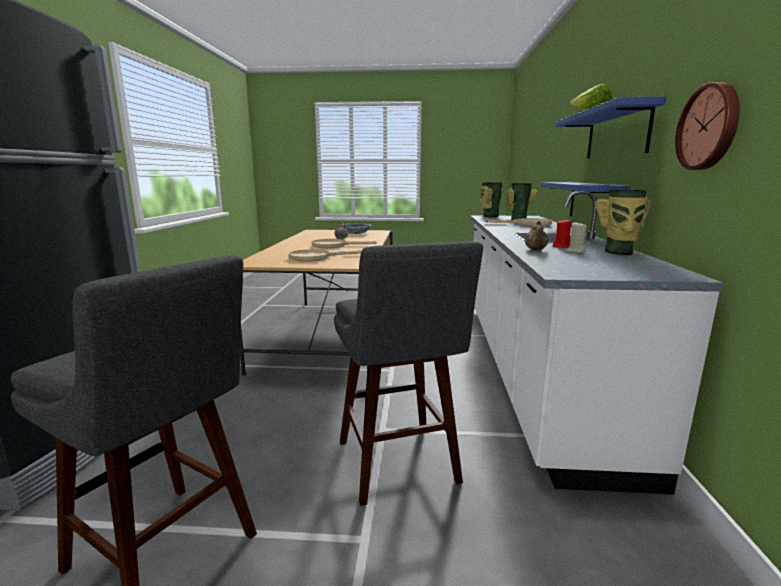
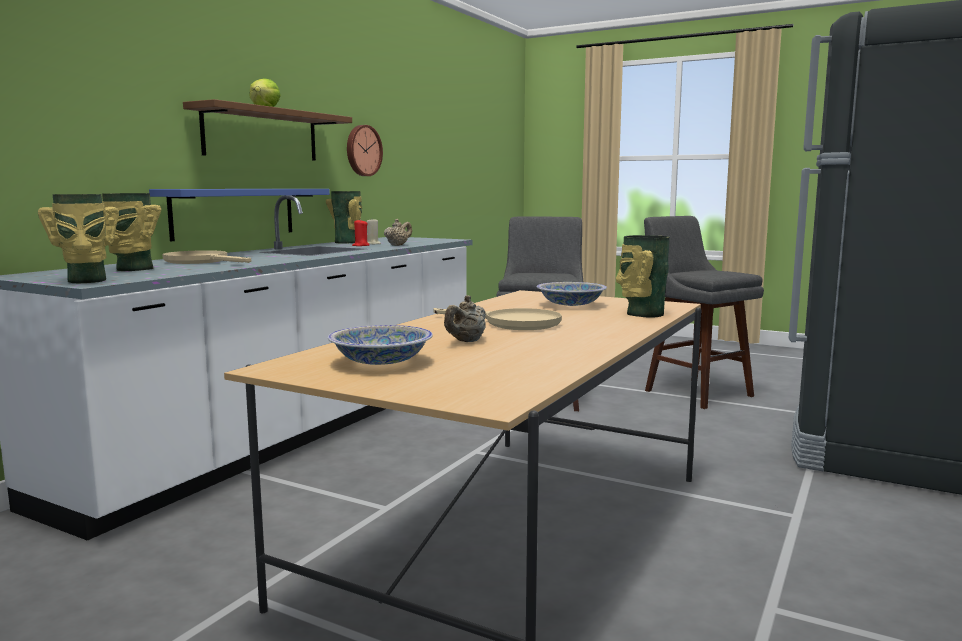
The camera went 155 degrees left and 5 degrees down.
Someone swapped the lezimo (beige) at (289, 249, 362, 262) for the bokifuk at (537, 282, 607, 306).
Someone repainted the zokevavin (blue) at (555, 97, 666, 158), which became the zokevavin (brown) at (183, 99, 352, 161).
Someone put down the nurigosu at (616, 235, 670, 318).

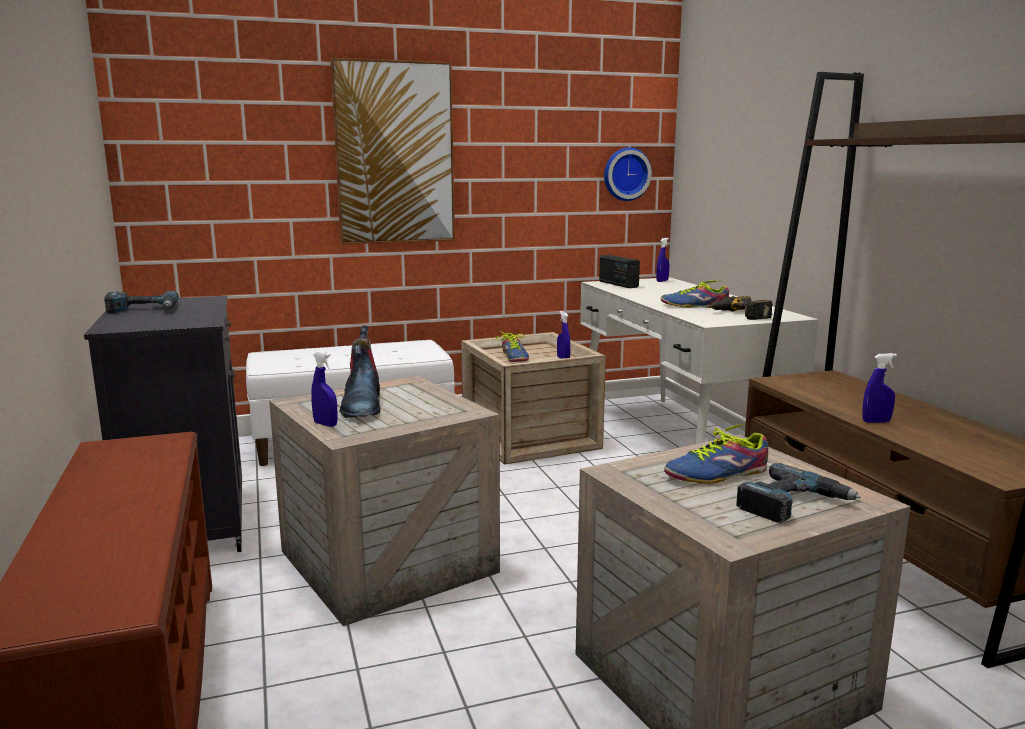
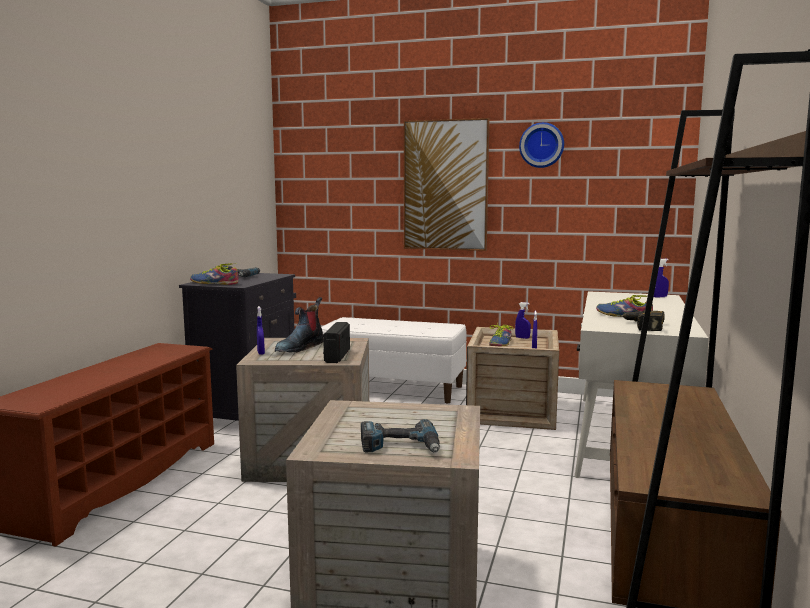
The camera went 35 degrees right and 5 degrees down.
Someone carried the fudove from (599, 255, 640, 288) to (323, 322, 350, 363).
Someone carried the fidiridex from (604, 147, 652, 201) to (519, 122, 564, 168).
Someone carried the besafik from (664, 423, 768, 484) to (190, 263, 238, 285).
Someone carried the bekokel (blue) from (862, 353, 897, 423) to (515, 302, 531, 339).

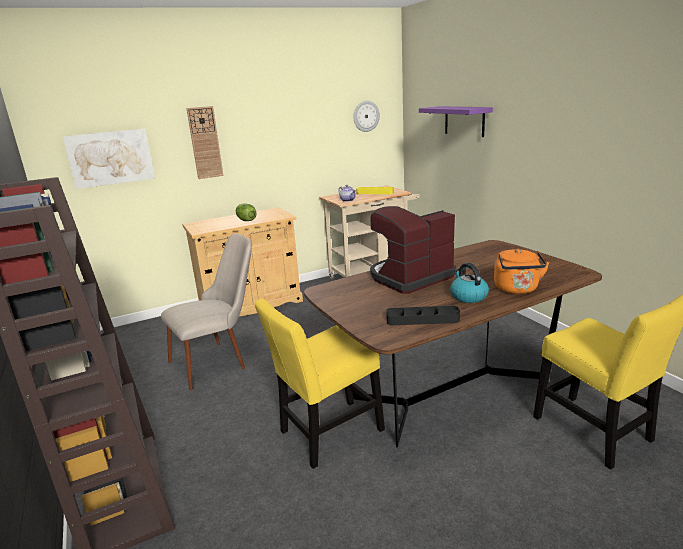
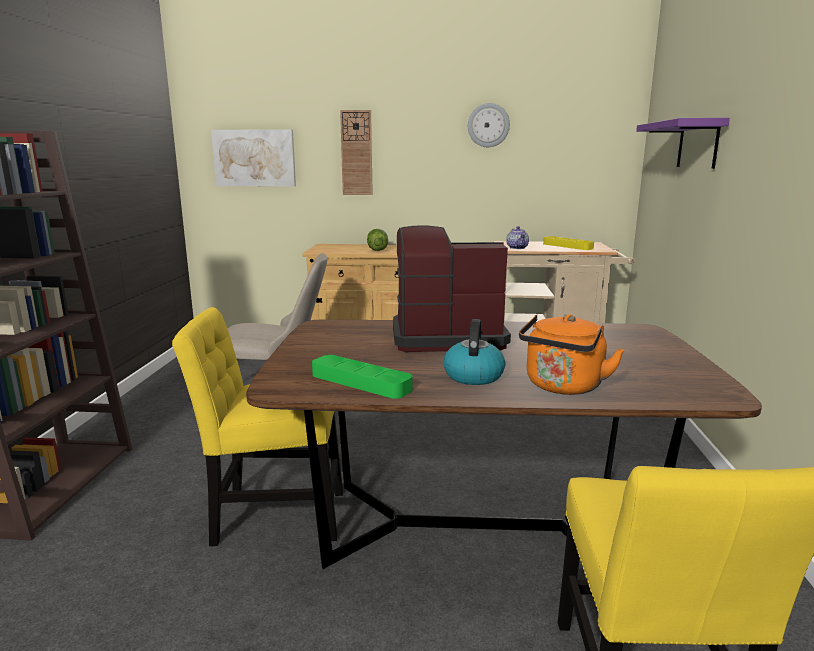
The camera went 30 degrees right and 5 degrees down.
Someone carried the fidiridex from (353, 101, 380, 132) to (468, 103, 510, 147).
Someone repainted the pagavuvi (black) at (386, 306, 460, 325), which became the pagavuvi (green) at (312, 355, 413, 399).

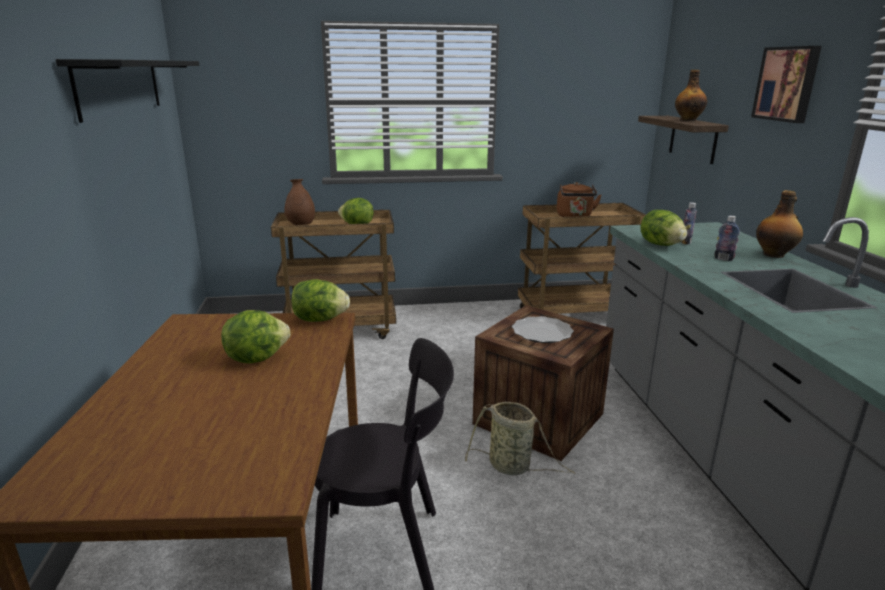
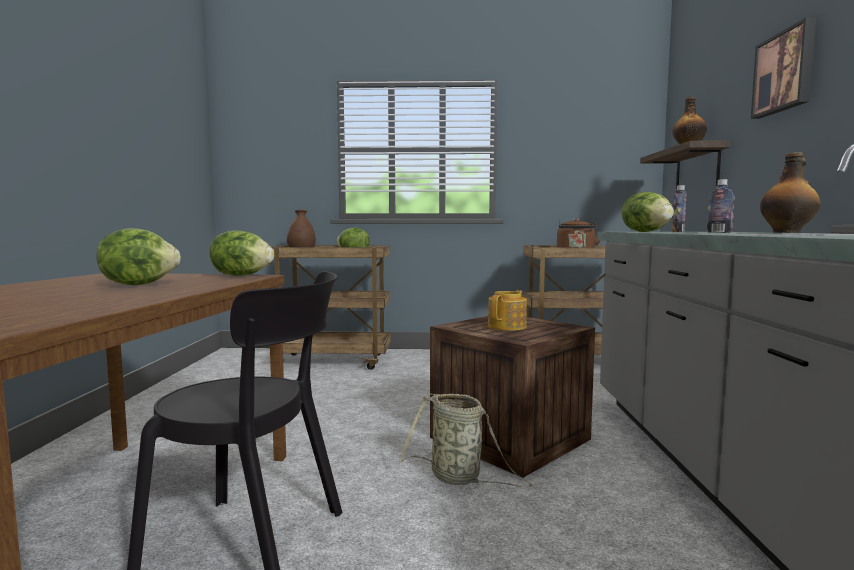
The camera went 10 degrees right and 15 degrees down.
Someone took away the zokevavin (black) at (56, 59, 199, 123).
Someone swapped the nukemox at (512, 316, 574, 343) for the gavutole at (488, 290, 527, 331).

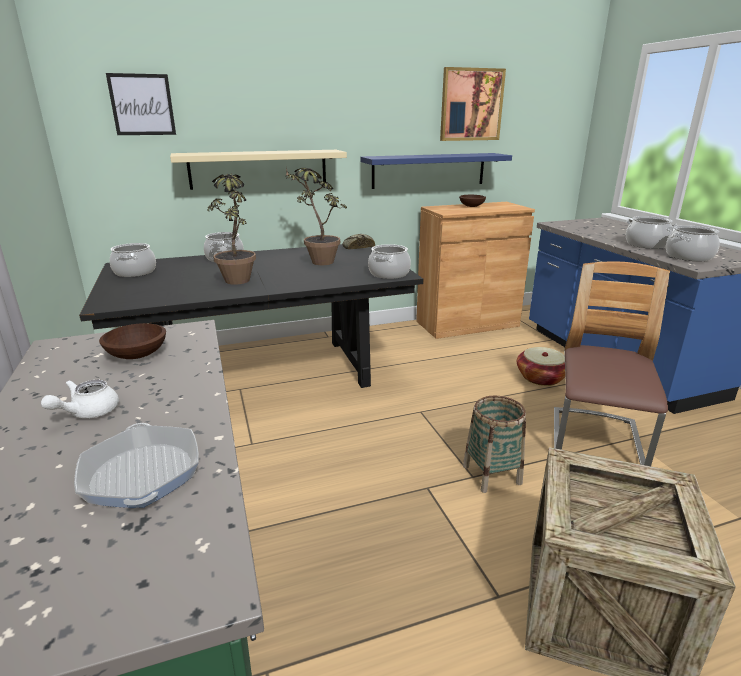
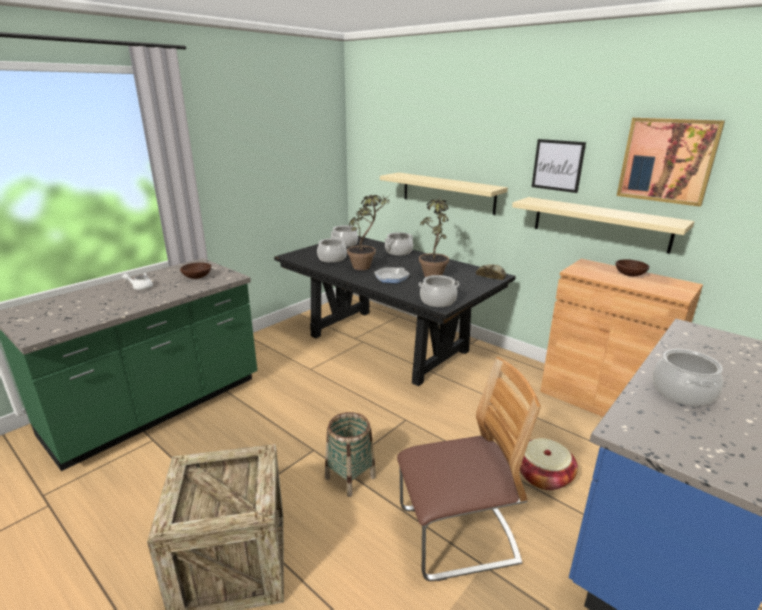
The camera went 60 degrees right and 0 degrees up.
Someone carried the lezimo from (74, 423, 199, 508) to (374, 267, 409, 283).
Someone carried the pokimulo from (106, 73, 176, 135) to (532, 139, 586, 193).
Someone repainted the zokevavin (blue) at (361, 153, 512, 189), which became the zokevavin (beige) at (512, 197, 695, 254).
Someone carried the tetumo from (666, 225, 720, 261) to (317, 238, 347, 263).

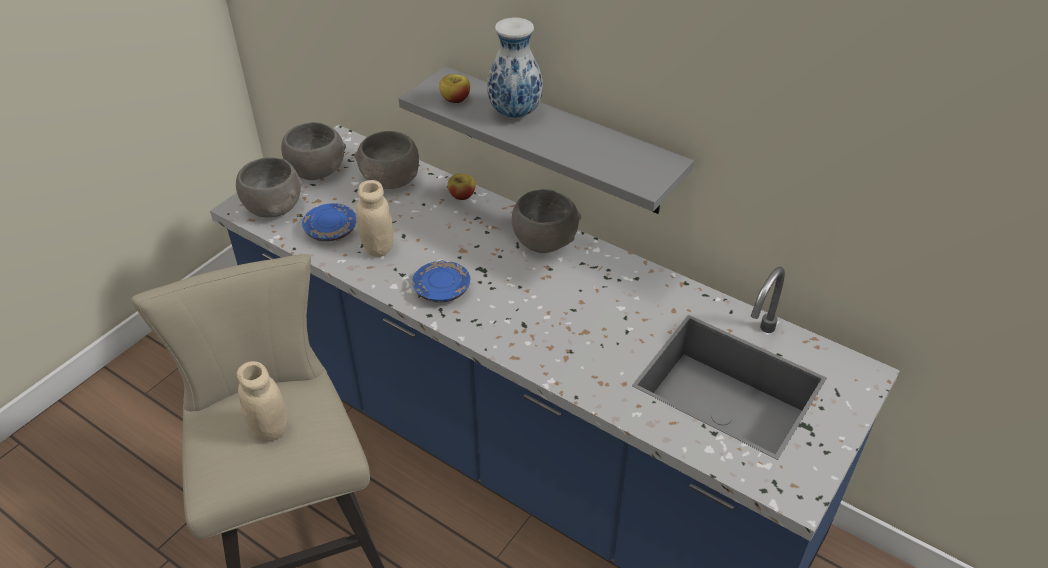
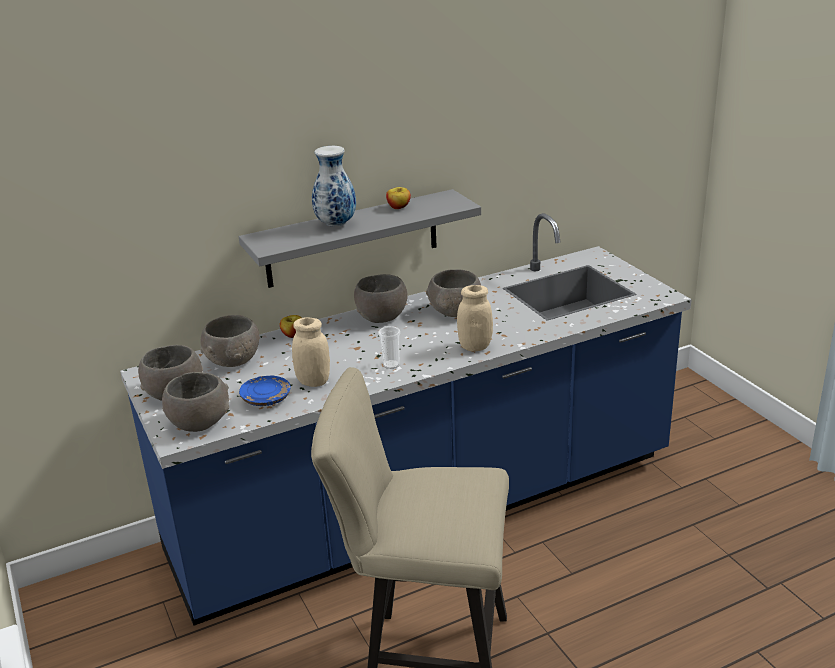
The camera went 60 degrees left and 15 degrees down.
Someone carried the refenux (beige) from (237, 361, 287, 441) to (457, 285, 493, 351).
Someone swapped the nukemox (blue) at (413, 261, 470, 302) for the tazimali at (378, 326, 400, 369).
Someone carried the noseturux from (439, 74, 470, 103) to (386, 187, 411, 209).
Someone put down the bokifuk (grey) at (426, 269, 481, 317).

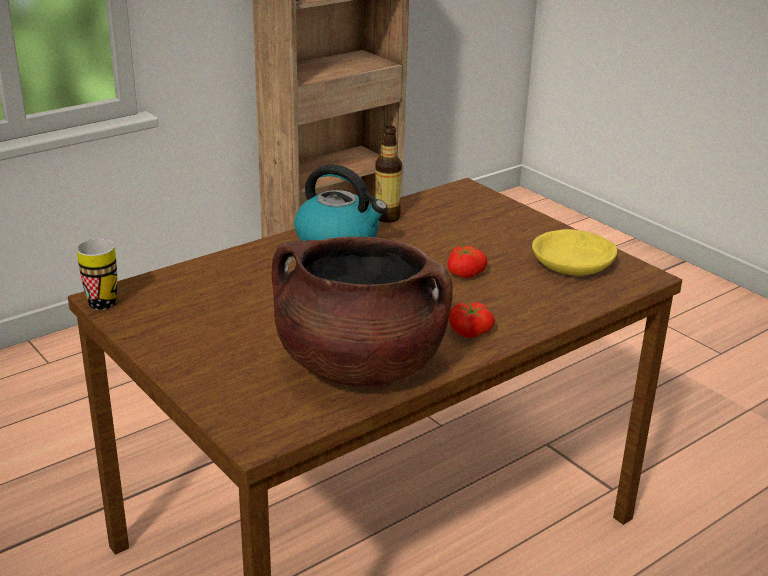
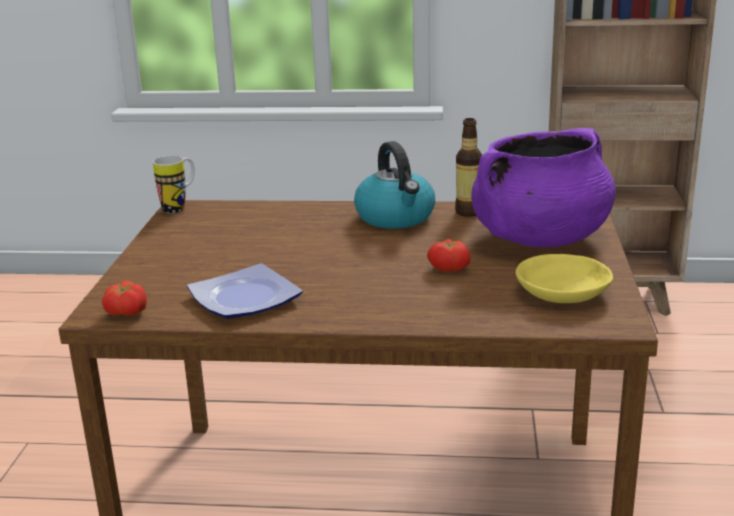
The camera went 45 degrees right and 5 degrees down.
Someone swapped the tetumo (brown) at (272, 237, 453, 386) for the nukemox at (187, 263, 303, 319).
Someone carried the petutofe from (449, 302, 495, 338) to (102, 281, 147, 316).
Someone put down the tetumo (purple) at (471, 128, 616, 247).

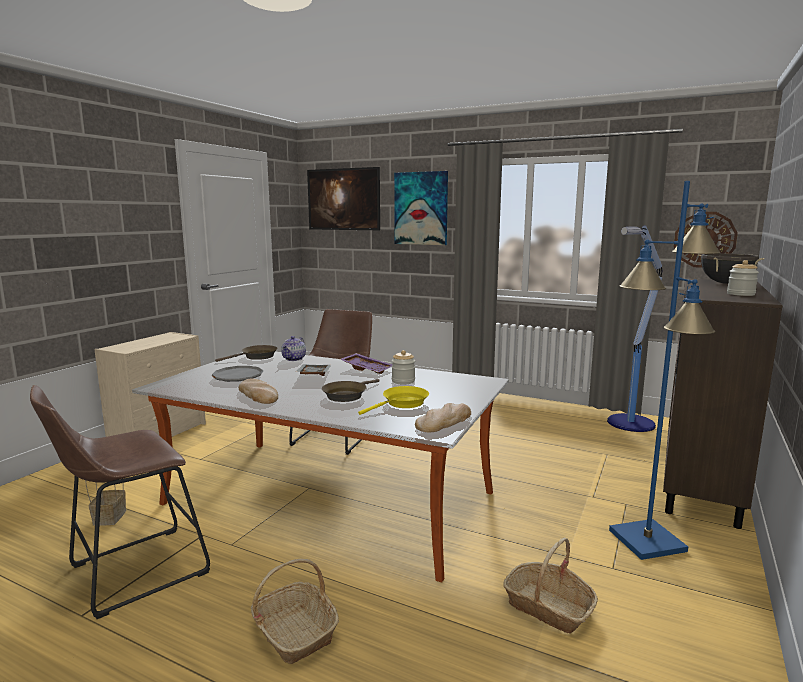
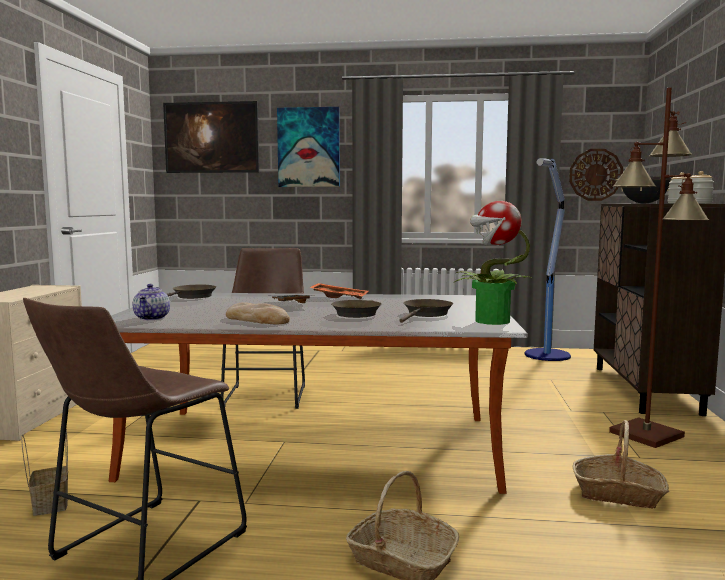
The camera went 20 degrees left and 5 degrees down.
Someone took away the nukemox (grey) at (212, 366, 263, 382).
Someone carried the gavutole from (281, 336, 306, 361) to (133, 284, 170, 320).
Someone repainted the pagavuvi (purple) at (340, 353, 392, 374), which became the pagavuvi (orange) at (309, 283, 368, 300).
Someone repainted the lezimo (yellow) at (358, 386, 429, 415), which became the lezimo (brown) at (399, 299, 454, 323).
Someone carried the refenux from (392, 350, 415, 384) to (690, 171, 714, 204).
Someone swapped the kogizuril at (415, 403, 471, 432) for the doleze at (453, 201, 532, 325).
Someone repainted the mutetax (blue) at (609, 181, 720, 560), which became the mutetax (brown) at (609, 87, 709, 448).

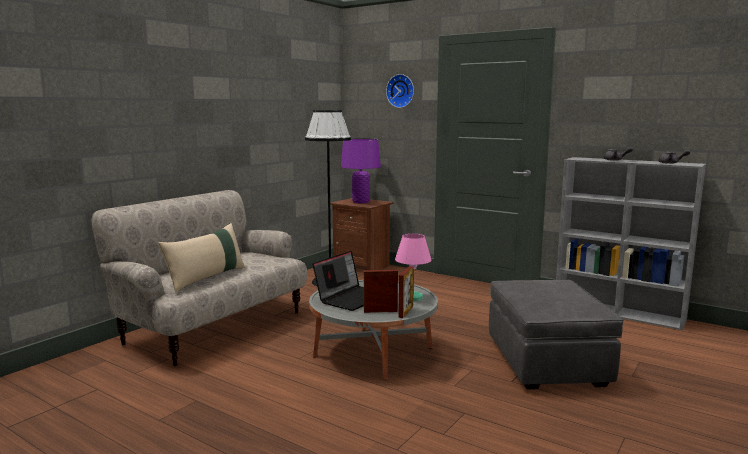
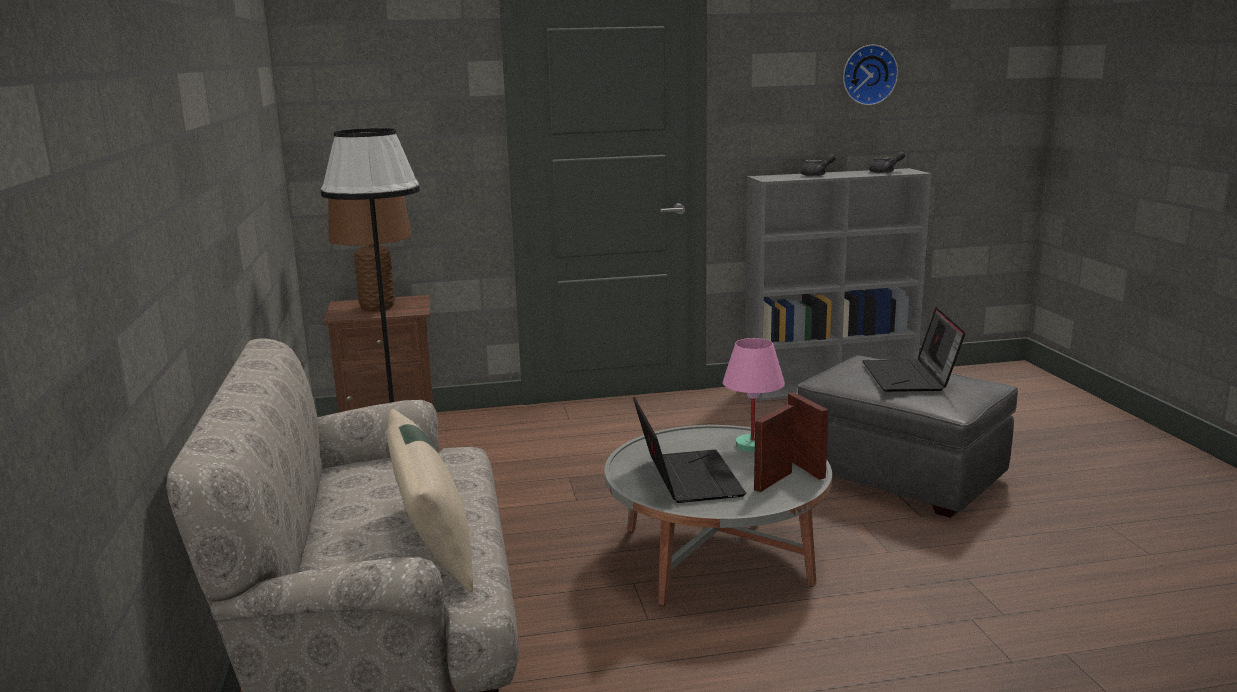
The camera went 45 degrees left and 5 degrees up.
Someone repainted the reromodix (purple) at (341, 138, 381, 203), which became the reromodix (brown) at (328, 196, 412, 311).
Someone carried the fidiridex from (386, 74, 414, 108) to (843, 44, 898, 105).
Someone put down the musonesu at (863, 307, 966, 392).

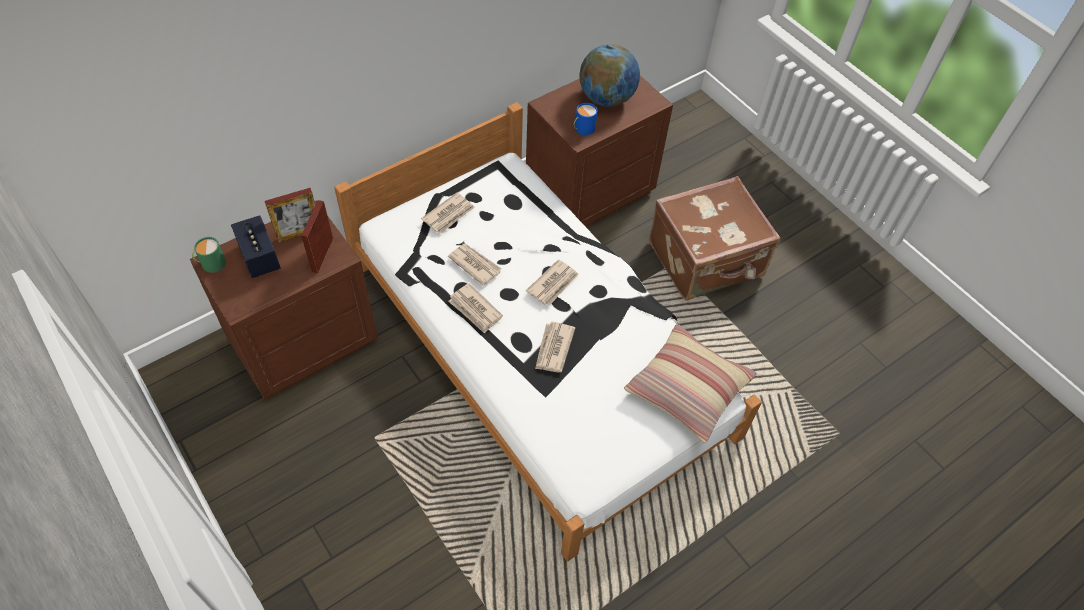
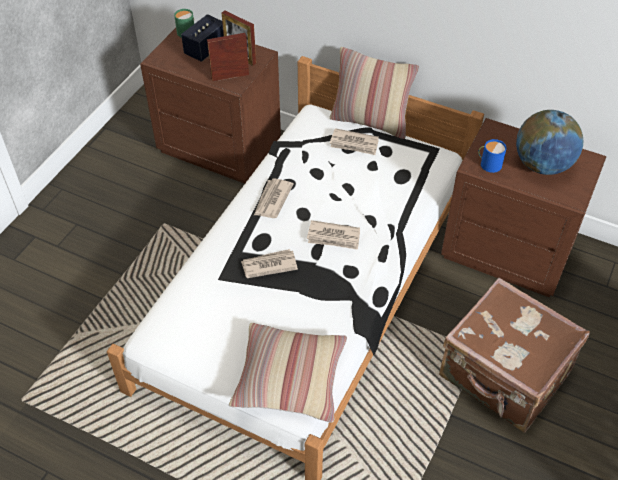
The camera went 65 degrees right and 5 degrees down.
Someone took away the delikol at (448, 243, 502, 286).
Someone put down the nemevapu at (330, 47, 419, 139).

